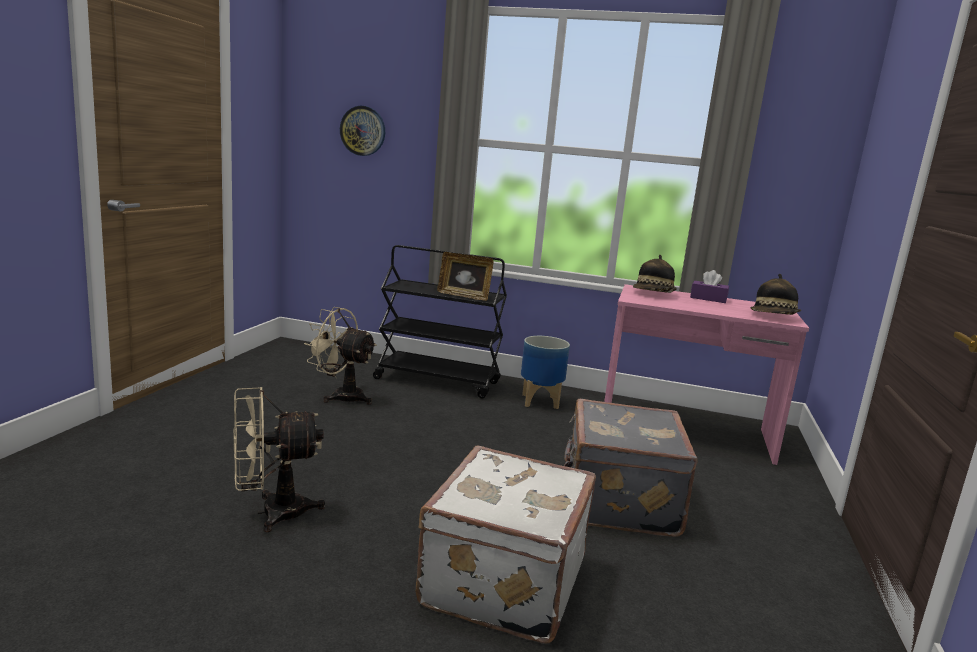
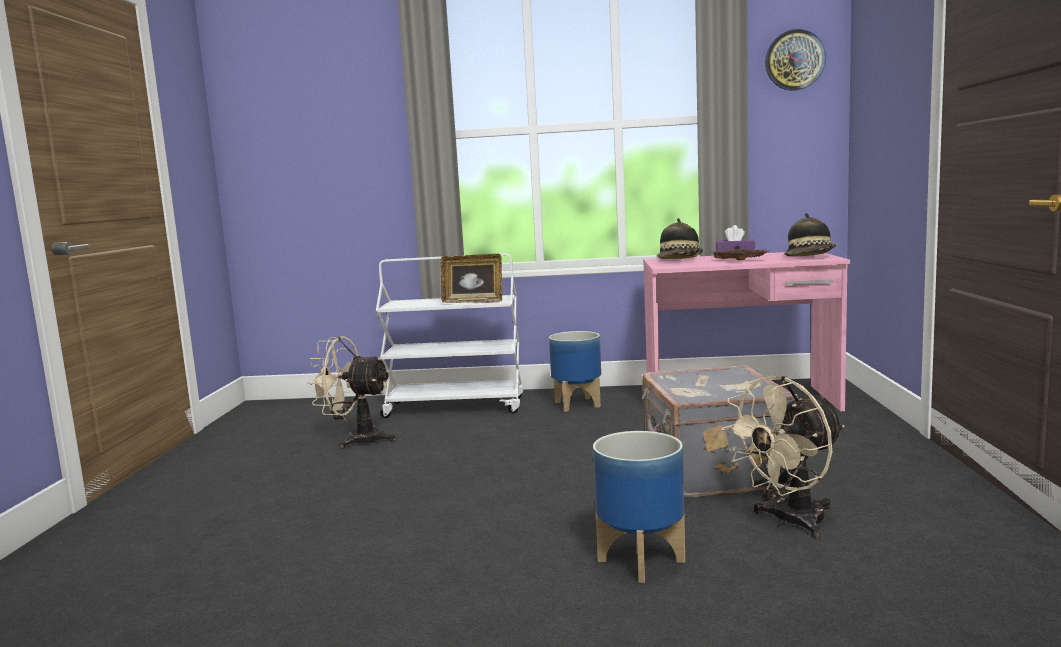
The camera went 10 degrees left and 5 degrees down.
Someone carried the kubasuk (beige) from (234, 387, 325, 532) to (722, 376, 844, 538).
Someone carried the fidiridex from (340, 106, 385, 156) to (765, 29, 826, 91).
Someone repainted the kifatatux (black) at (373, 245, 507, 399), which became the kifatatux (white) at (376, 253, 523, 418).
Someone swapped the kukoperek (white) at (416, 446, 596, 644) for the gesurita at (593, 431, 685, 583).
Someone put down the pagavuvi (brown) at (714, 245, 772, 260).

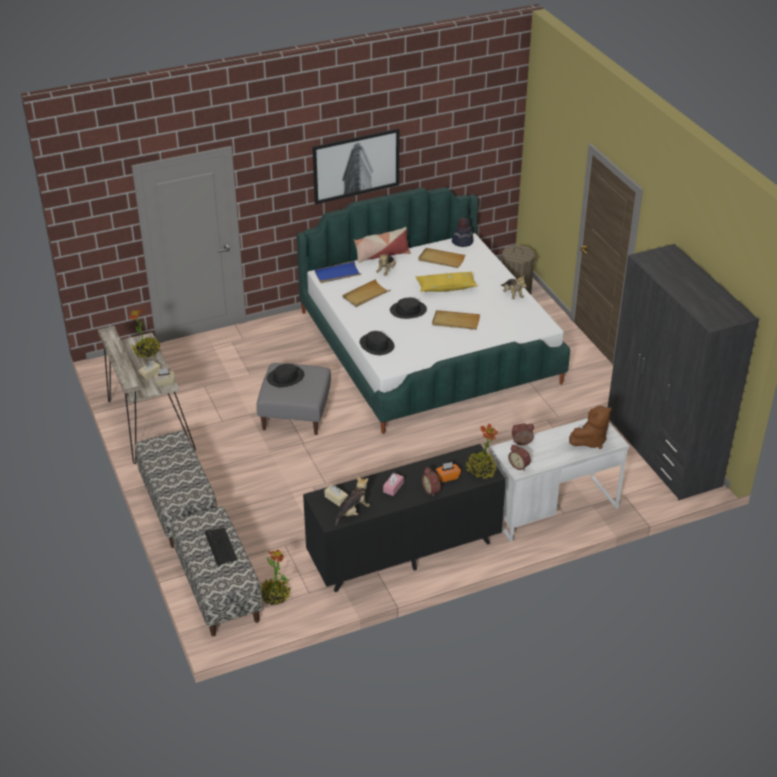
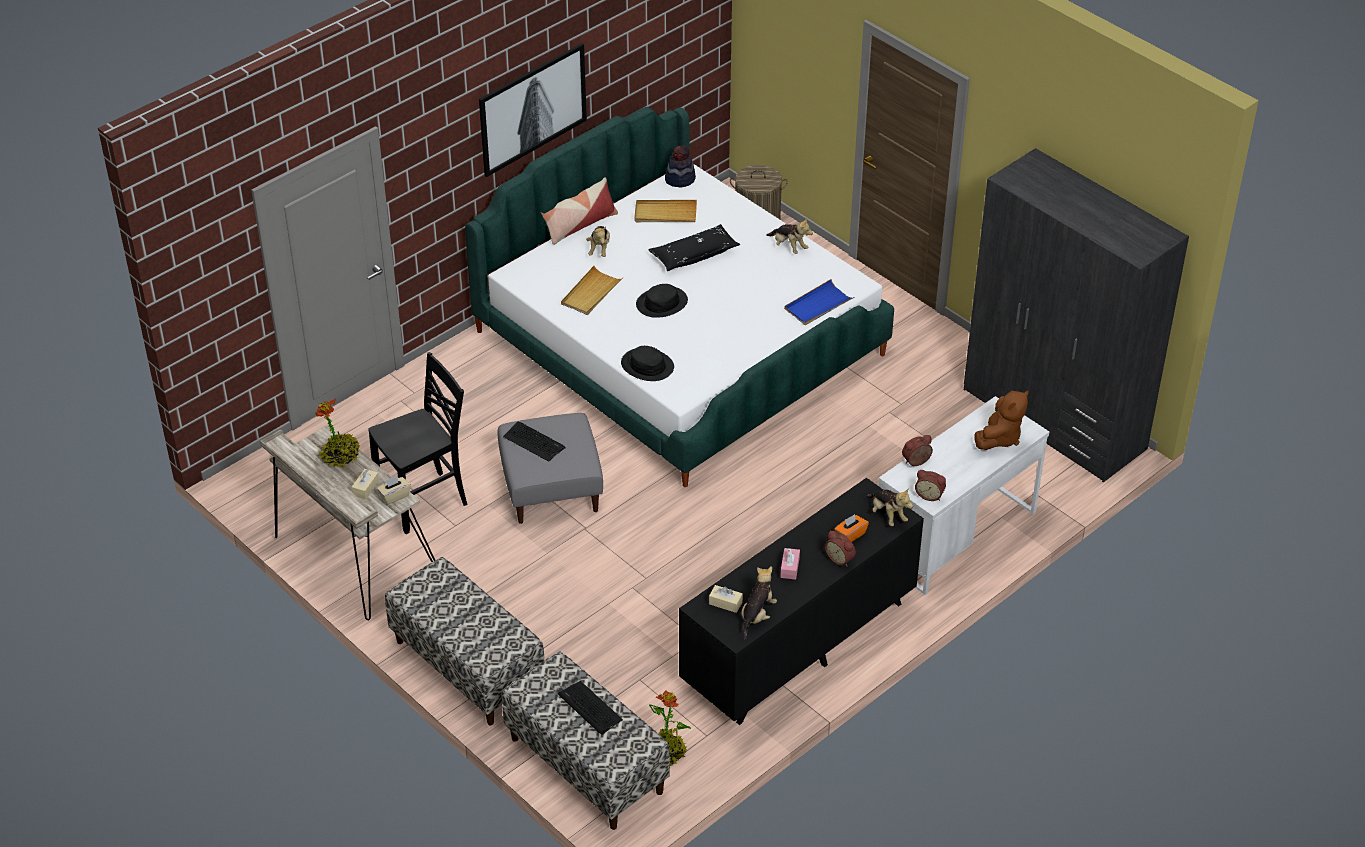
The camera went 20 degrees left and 5 degrees up.
Someone swapped the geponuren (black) at (267, 363, 304, 387) for the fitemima at (503, 422, 566, 462).
Someone carried the pagavuvi (blue) from (314, 261, 361, 283) to (784, 279, 854, 325).
Someone repainted the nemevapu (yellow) at (415, 272, 478, 292), which became the nemevapu (black) at (648, 224, 740, 271).
Someone took away the pagavuvi (beige) at (432, 310, 480, 330).
Someone swapped the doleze at (466, 424, 498, 479) for the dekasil at (866, 489, 913, 526).
Someone put down the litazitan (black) at (368, 352, 467, 534).

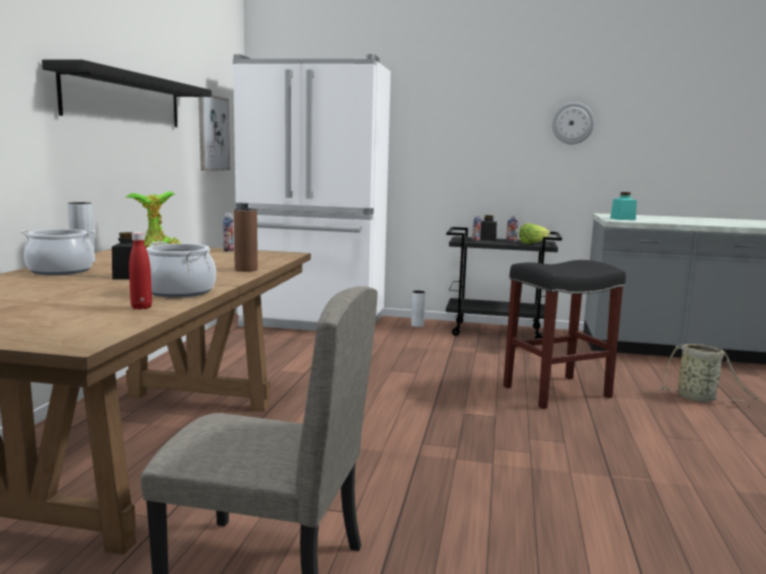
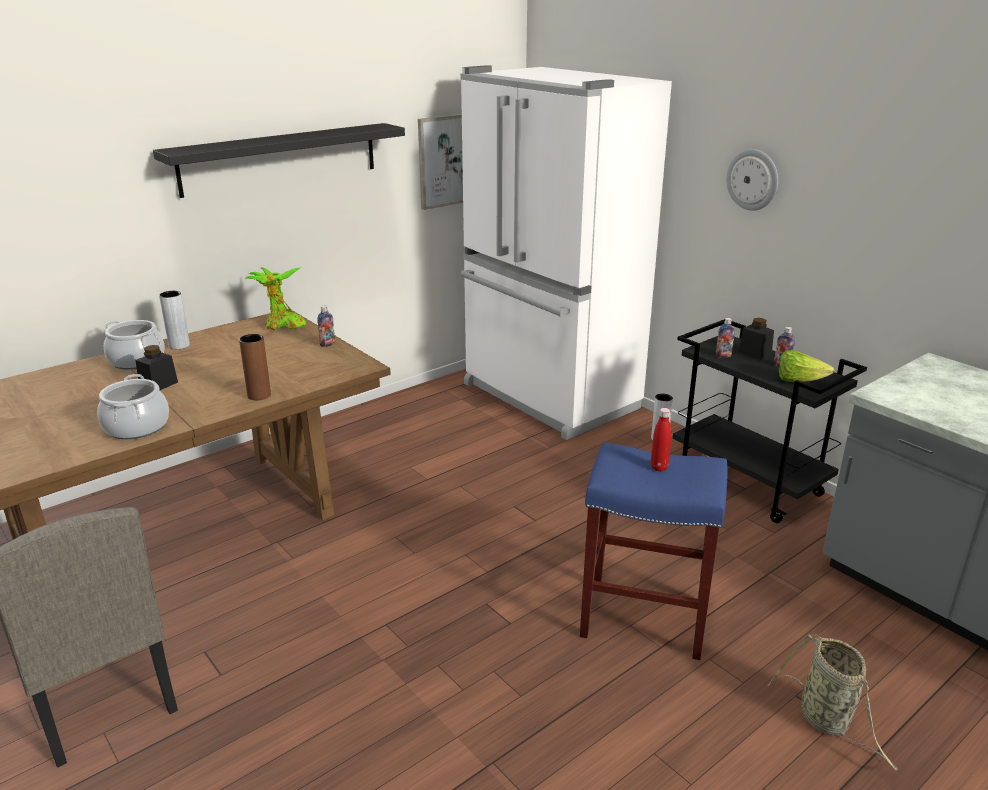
The camera went 40 degrees right and 15 degrees up.
Someone carried the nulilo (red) from (129, 232, 152, 310) to (651, 408, 671, 472).
Someone repainted the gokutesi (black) at (503, 260, 626, 409), which became the gokutesi (blue) at (580, 442, 728, 660).
Someone carried the fidiridex from (552, 102, 594, 144) to (726, 149, 778, 211).
Someone took away the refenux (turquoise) at (610, 192, 637, 220).

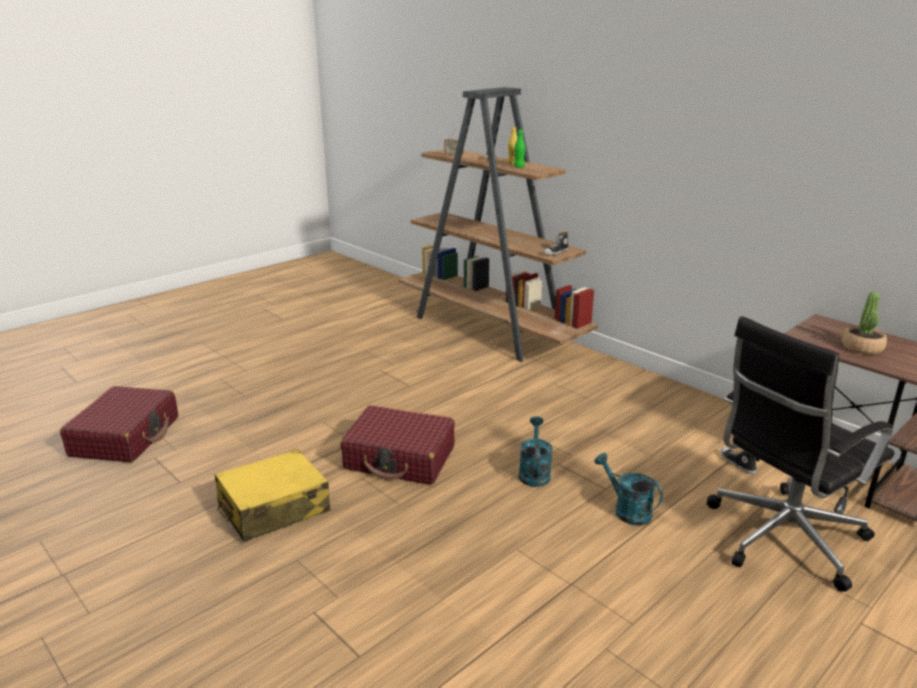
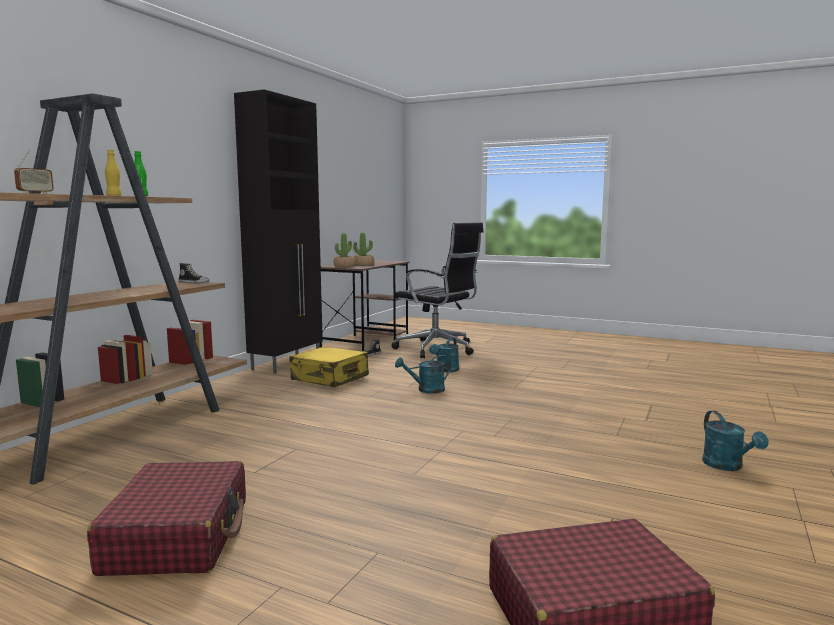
The camera went 110 degrees left and 15 degrees down.
Someone carried the kukoperek (yellow) from (215, 449, 331, 542) to (289, 347, 369, 387).
Someone carried the kukoperek (red) from (340, 405, 455, 485) to (87, 461, 246, 576).
Someone put down the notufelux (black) at (234, 89, 323, 374).
Someone put down the doleze at (334, 233, 356, 267).
Someone put down the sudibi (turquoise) at (702, 411, 768, 471).

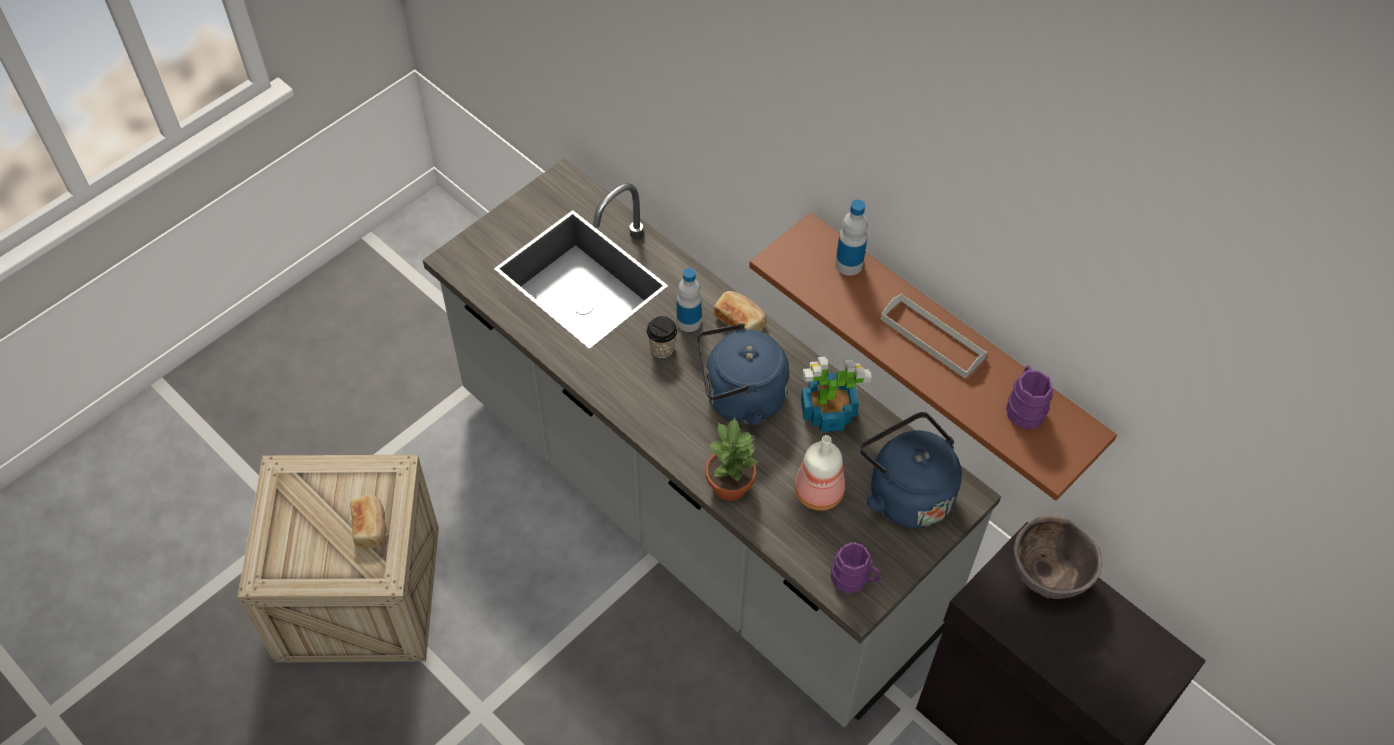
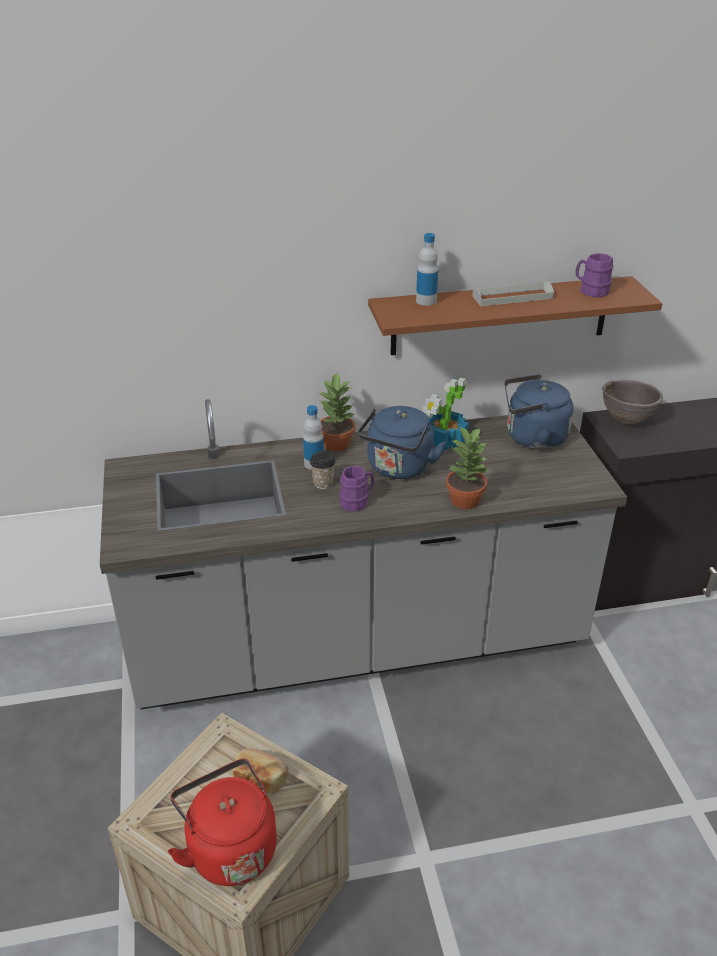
The camera went 55 degrees left and 20 degrees down.
Someone swapped the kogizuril at (714, 291, 767, 332) for the doleze at (319, 372, 355, 452).
Someone took away the nulilo at (795, 435, 845, 511).
Someone carried the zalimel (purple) from (831, 542, 881, 594) to (339, 466, 375, 512).
Someone put down the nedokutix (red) at (168, 759, 277, 886).

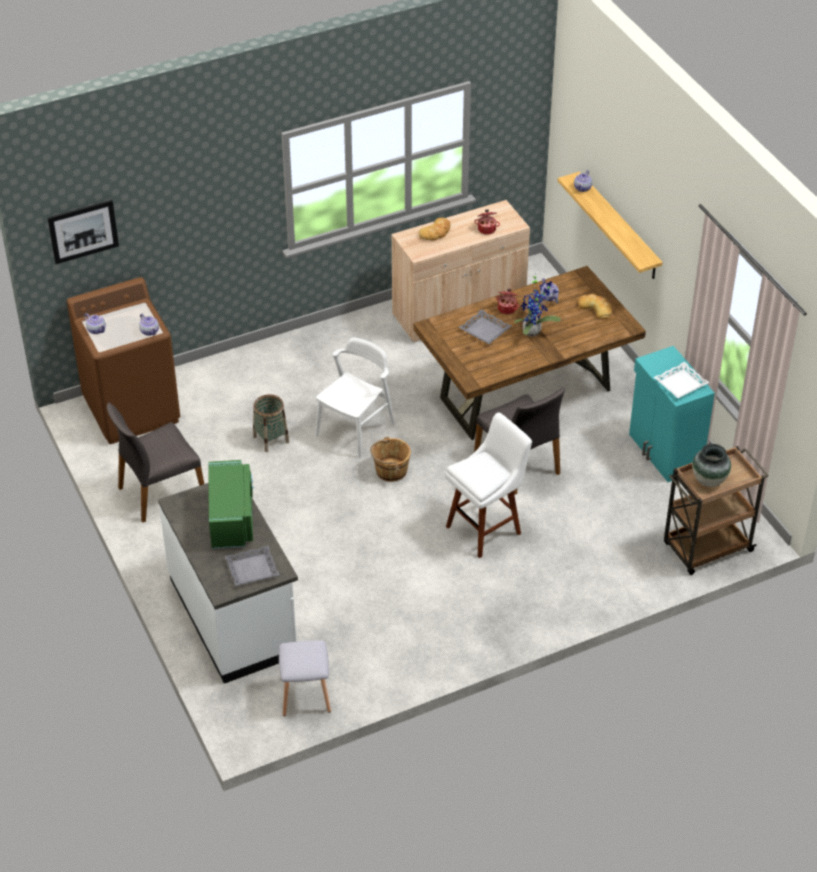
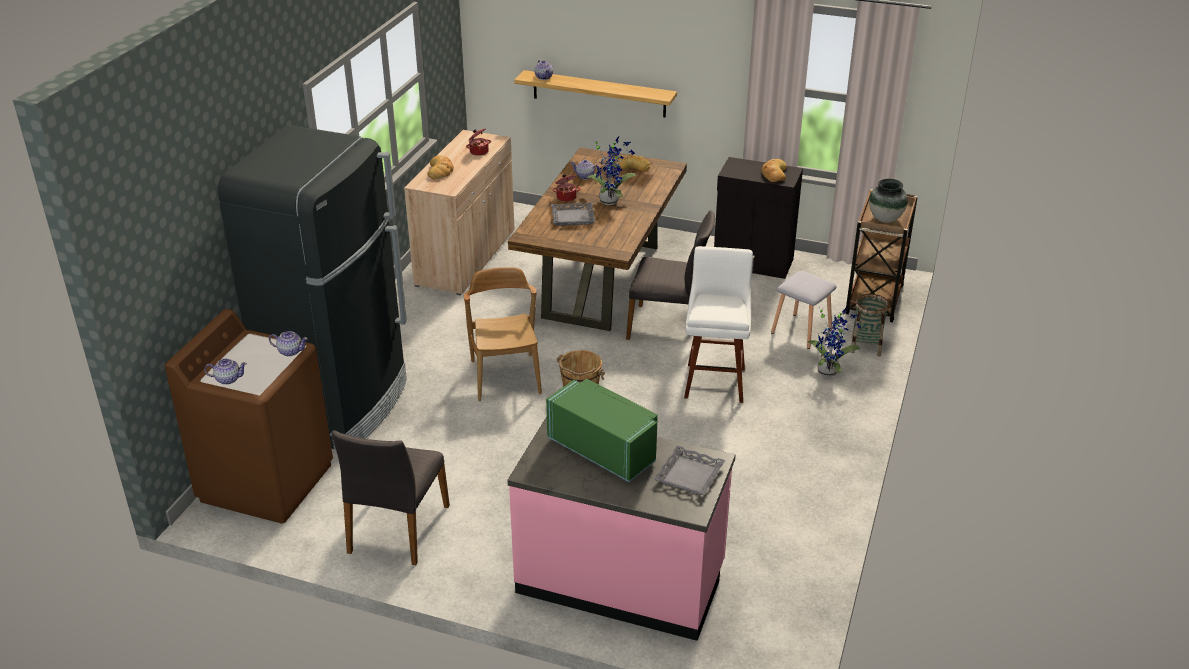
The camera went 45 degrees left and 10 degrees down.
Someone took away the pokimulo at (48, 200, 119, 264).
Someone repainted the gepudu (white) at (158, 483, 298, 684), which became the gepudu (pink) at (507, 416, 736, 641).
Someone carried the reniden from (253, 394, 289, 452) to (851, 294, 889, 356).
Someone carried the gokutesi (grey) from (279, 640, 331, 716) to (771, 271, 837, 349).
Someone repainted the litazitan (white) at (315, 337, 394, 458), which became the litazitan (brown) at (464, 267, 542, 401).
Someone repainted the notufelux (turquoise) at (629, 346, 715, 482), which became the notufelux (black) at (714, 157, 803, 279).
Someone swapped the pagavuvi (white) at (654, 362, 709, 398) for the kogizuril at (761, 159, 787, 182).
Someone put down the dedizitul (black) at (218, 125, 407, 450).
Someone put down the doleze at (807, 307, 862, 377).

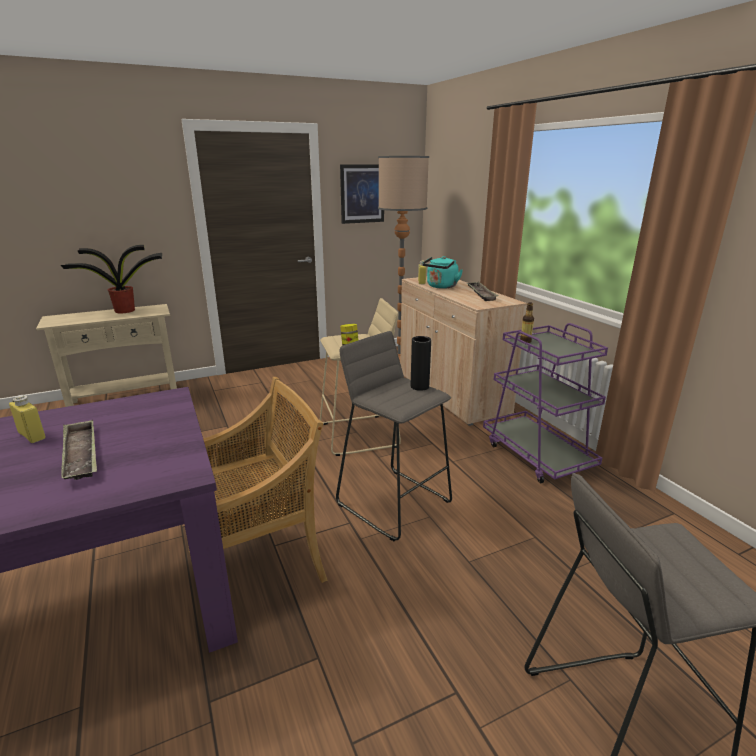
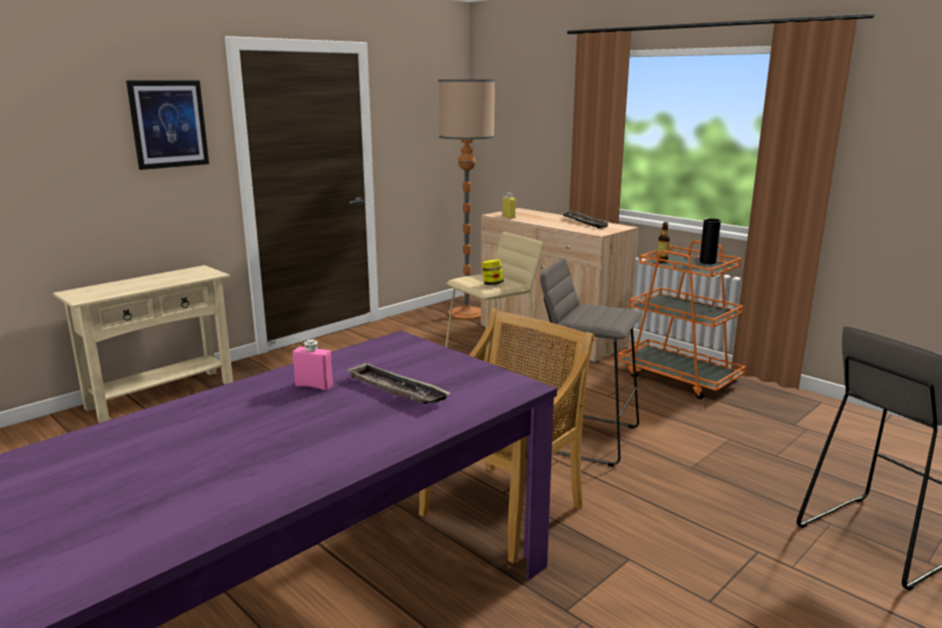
The camera went 20 degrees left and 5 degrees down.
Someone repainted the nulilo (yellow) at (9, 395, 45, 443), which became the nulilo (pink) at (293, 339, 333, 391).
Someone took away the doleze at (60, 245, 162, 313).
Someone carried the pokimulo from (340, 164, 384, 224) to (126, 80, 209, 170).
Someone carried the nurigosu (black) from (411, 336, 431, 391) to (700, 218, 721, 264).
Someone took away the nedokutix (turquoise) at (422, 256, 463, 289).
Someone repainted the kifatatux (purple) at (483, 323, 608, 483), which became the kifatatux (orange) at (617, 241, 746, 399).

